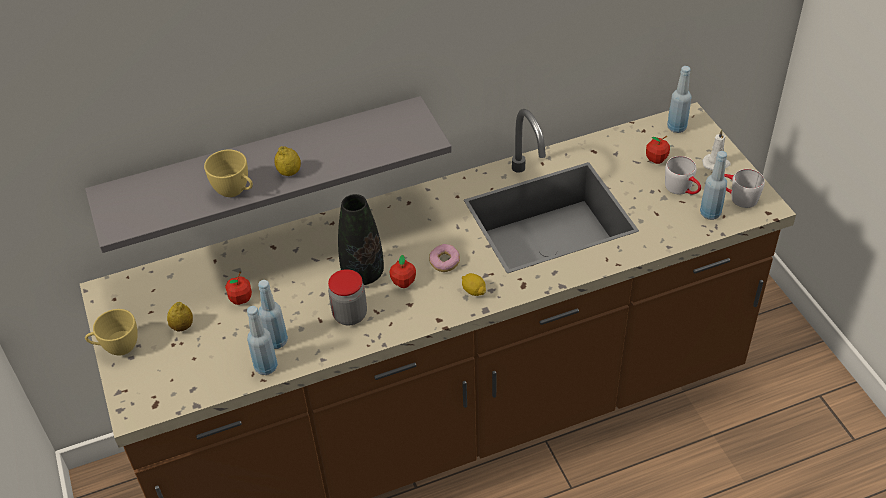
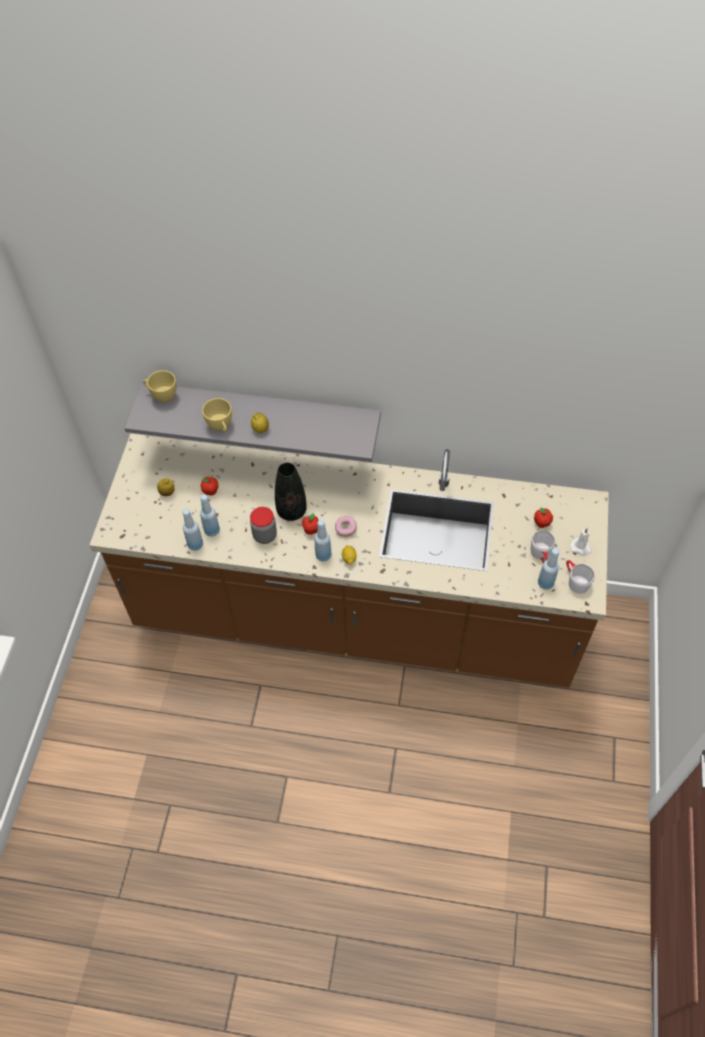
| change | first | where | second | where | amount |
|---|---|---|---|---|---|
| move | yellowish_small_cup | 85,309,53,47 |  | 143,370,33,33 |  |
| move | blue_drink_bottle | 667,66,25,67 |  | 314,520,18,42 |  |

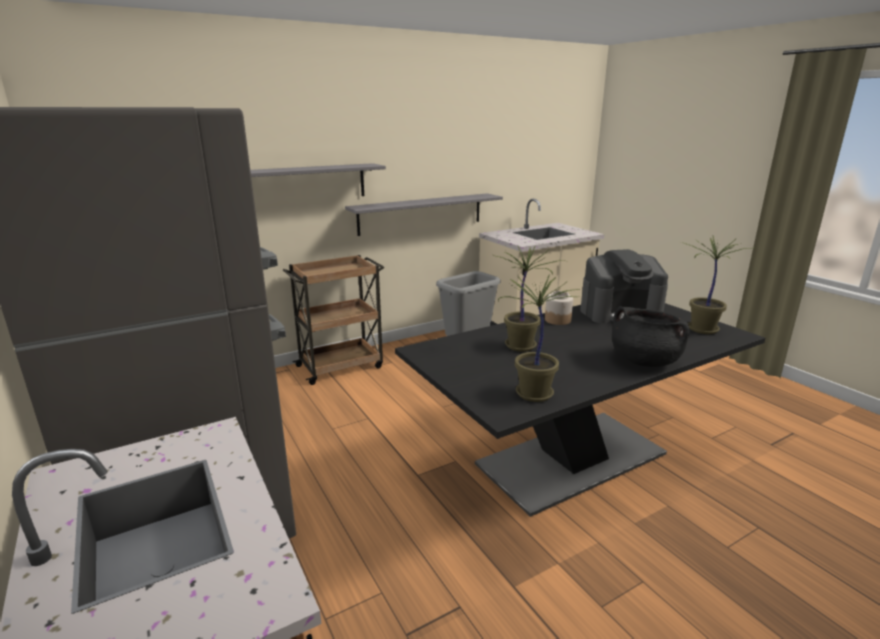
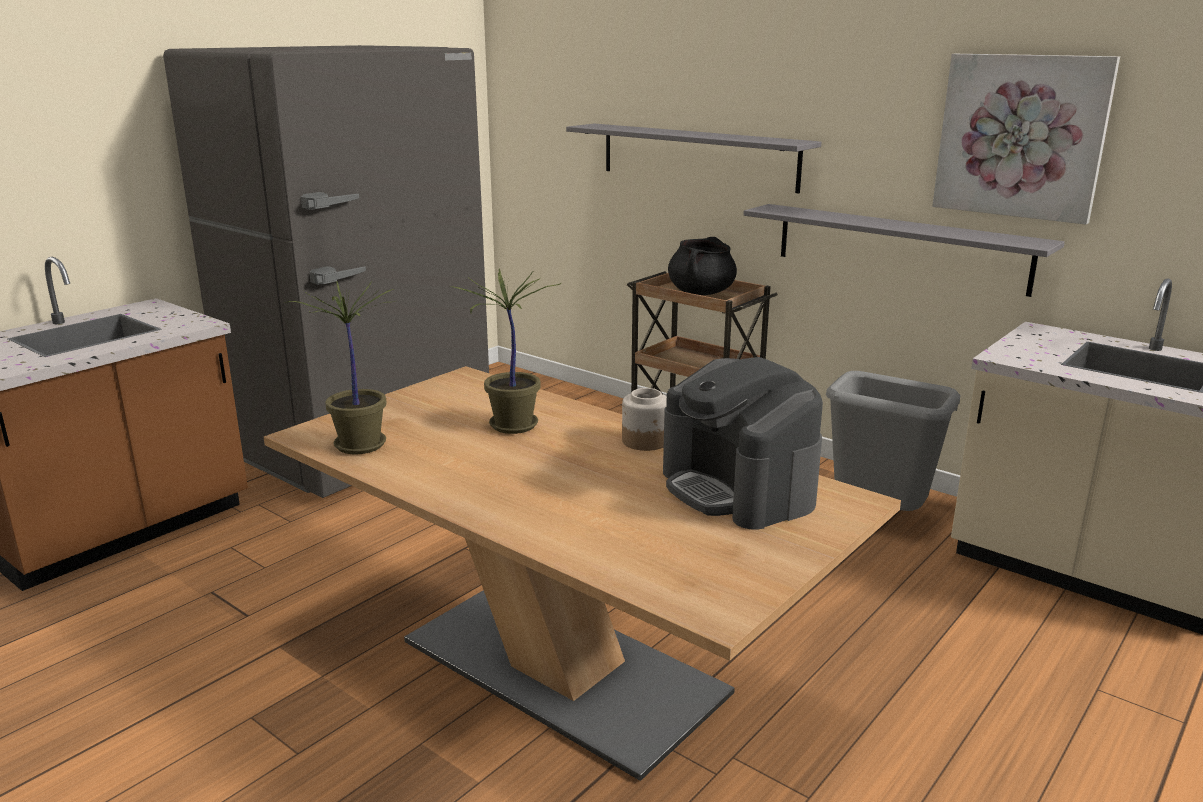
| change | first | where | second | where | amount |
|---|---|---|---|---|---|
| delete | houseplant | 681,236,74,98 |  |  |  |
| insert |  |  | picture | 932,54,188,171 |  |
| move | black-coloured_cooking_pot | 612,306,77,61 |  | 668,237,69,58 |  |
| recolor | black-coloured_dinner_table | 395,303,370,214 | beige_dinner_table | 264,366,637,415 |  |

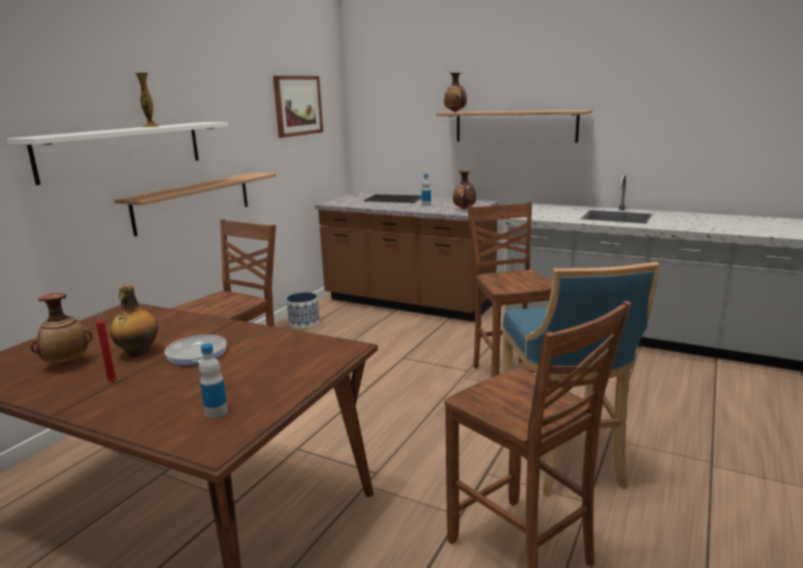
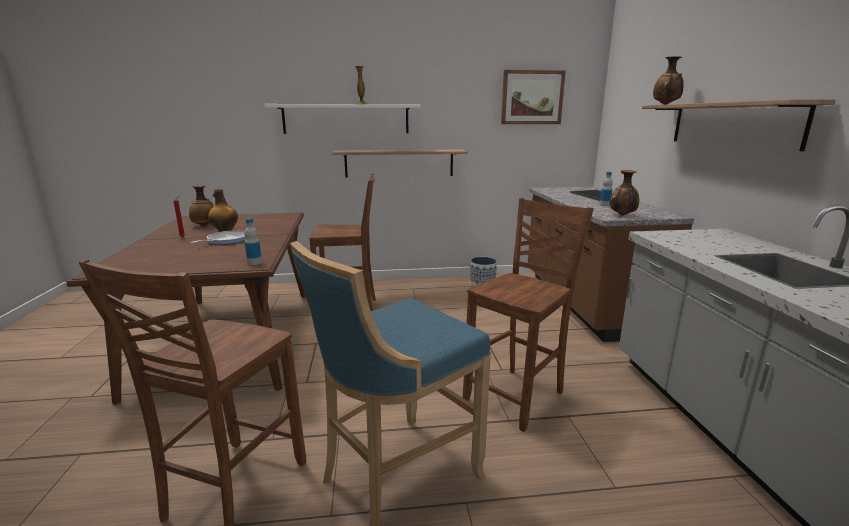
| change | first | where | second | where | amount |
|---|---|---|---|---|---|
| move | drink_bottle | 199,343,29,75 |  | 244,218,18,47 |  |

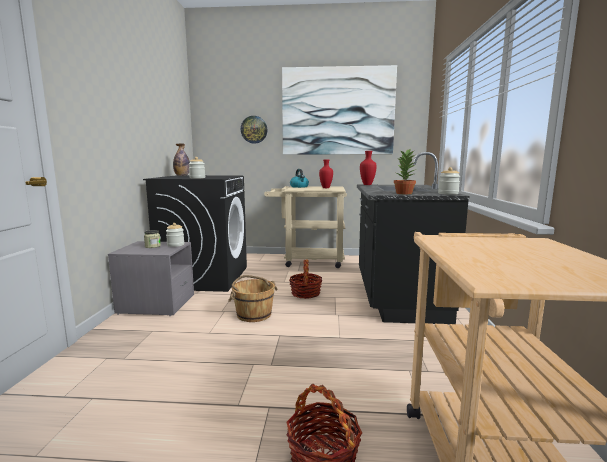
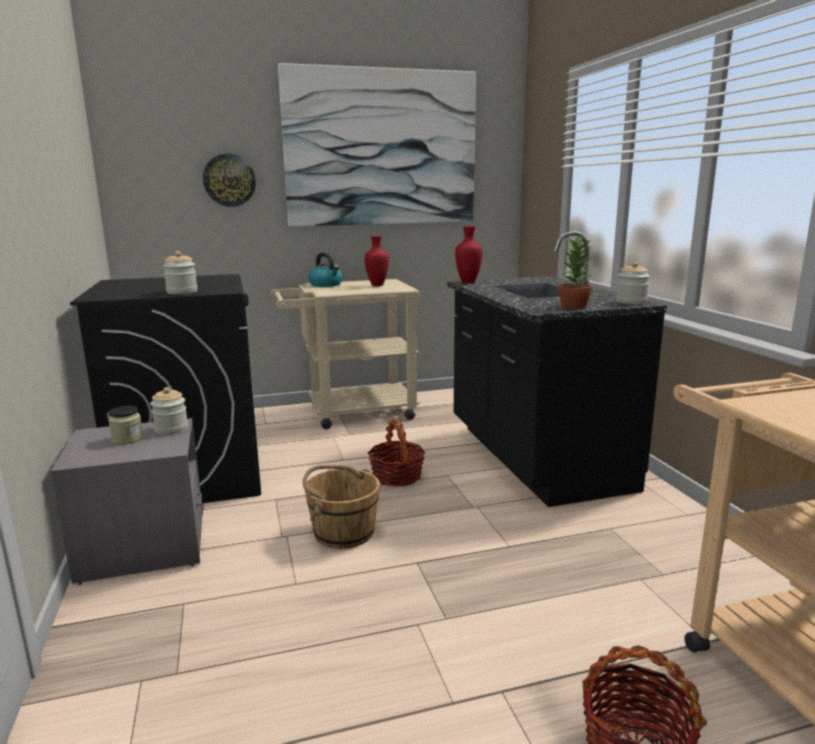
| change | first | where | second | where | amount |
|---|---|---|---|---|---|
| delete | drink_bottle | 173,144,17,32 |  |  |  |

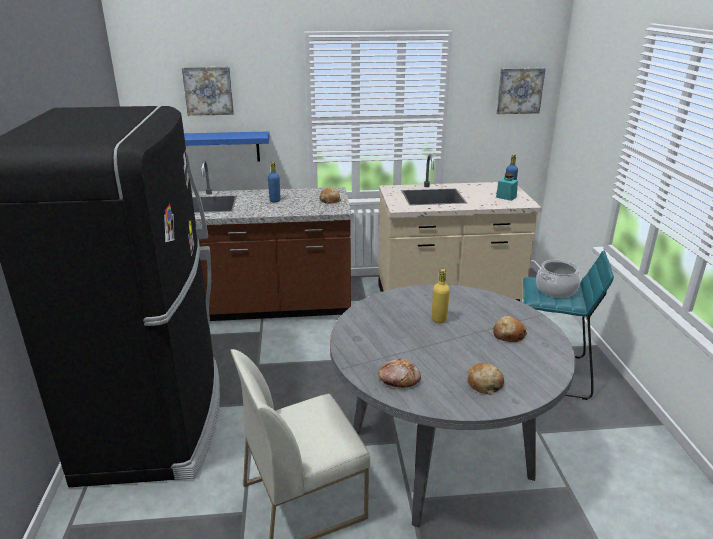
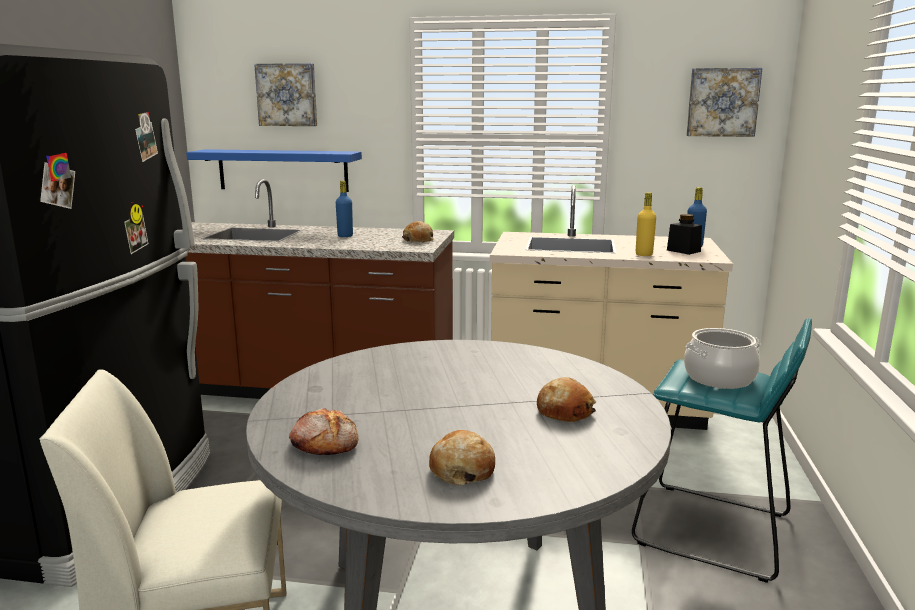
| change | first | where | second | where | amount |
|---|---|---|---|---|---|
| move | yellowish_drink_bottle | 432,269,18,54 |  | 636,192,20,64 |  |
| recolor | turquoise_jar | 496,173,22,28 | black-coloured_jar | 667,214,35,41 |  |

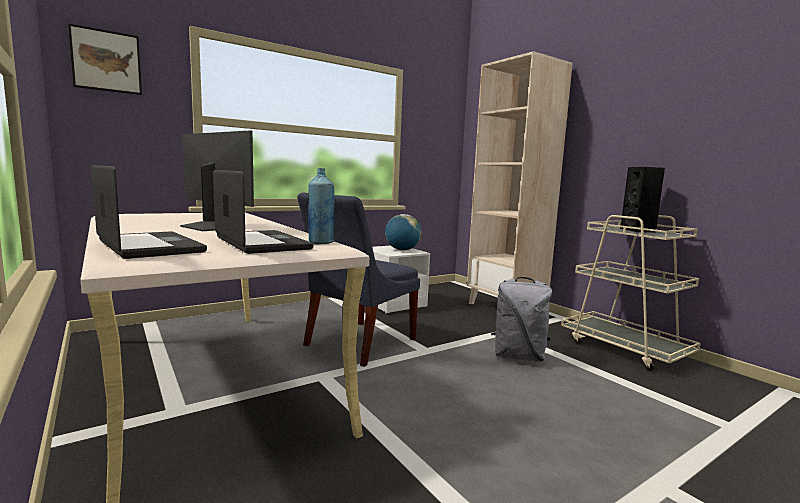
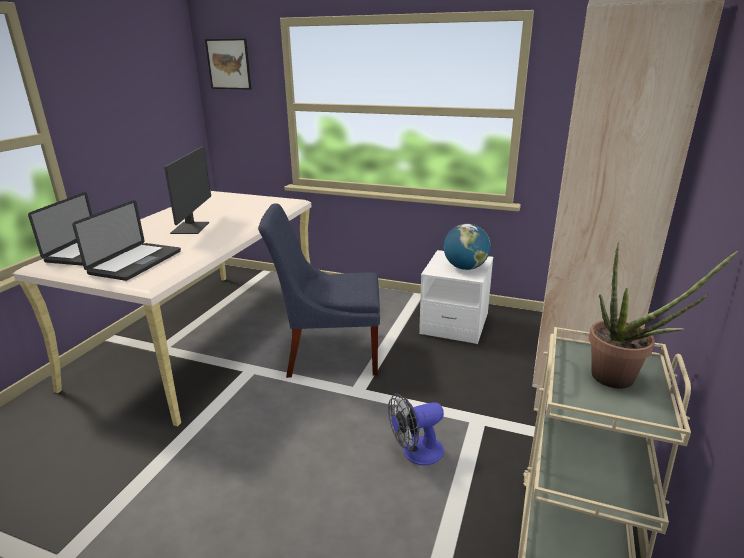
| change | first | where | second | where | amount |
|---|---|---|---|---|---|
| delete | blue_drink_bottle | 308,168,27,76 |  |  |  |
| replace | greyish_knapsack | 491,277,61,84 | cooling_fan | 388,393,56,72 |  |
| replace | black-coloured_audio_speaker | 620,167,45,65 | houseplant | 589,242,149,147 |  |

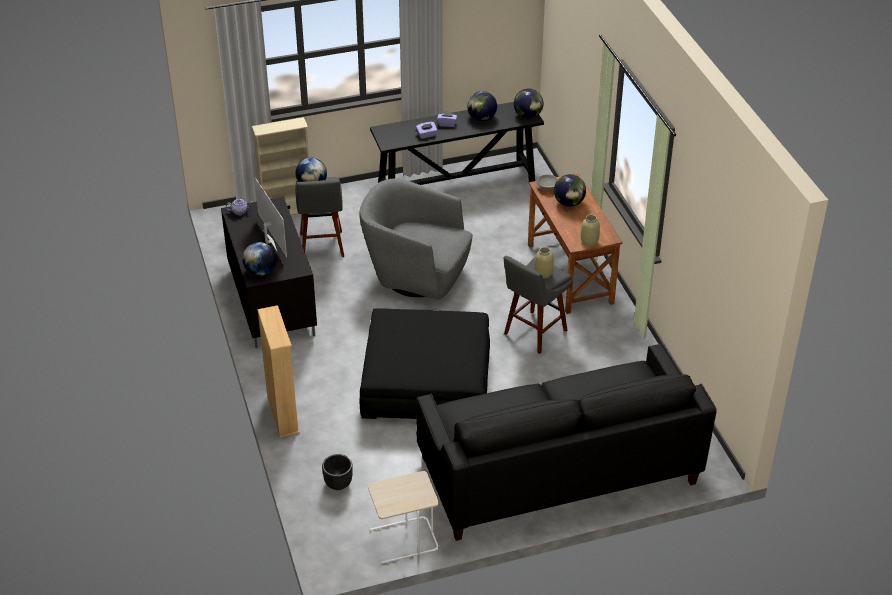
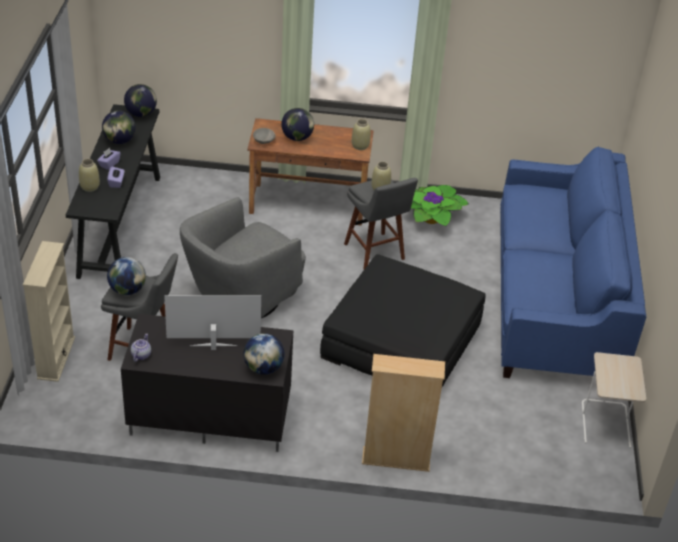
| change | first | where | second | where | amount |
|---|---|---|---|---|---|
| delete | black-coloured_flower_pot | 322,454,31,36 |  |  |  |
| insert |  |  | beige_decorative_vase | 79,159,21,33 |  |
| insert |  |  | houseplant | 411,185,58,41 |  |
| recolor | black-coloured_settee | 416,343,301,198 | blue_settee | 500,147,146,231 |  |

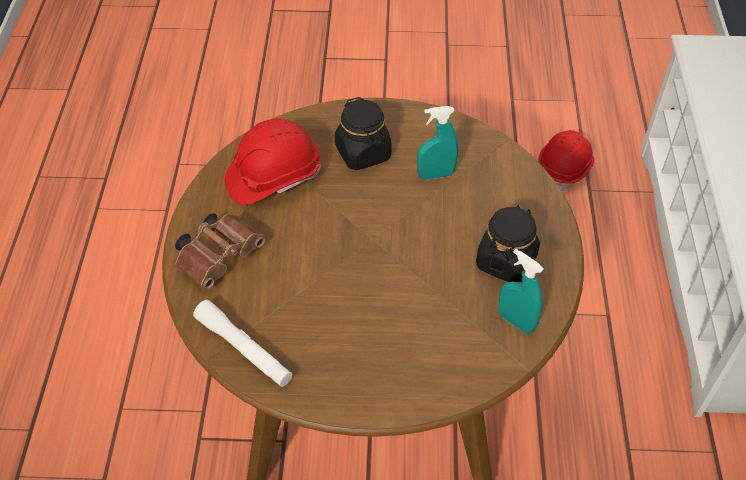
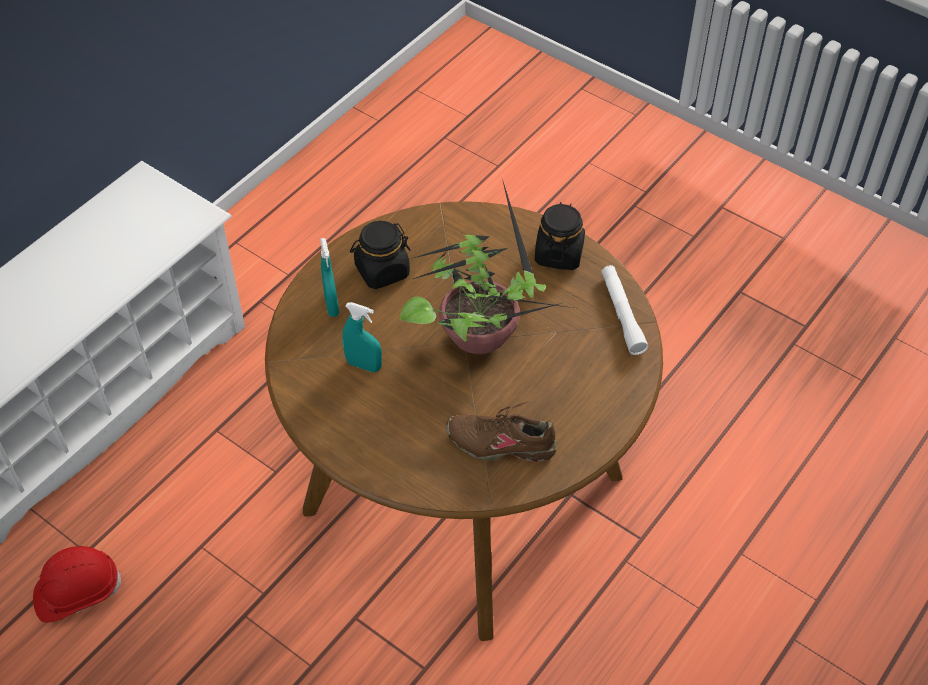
| change | first | where | second | where | amount |
|---|---|---|---|---|---|
| delete | brown_field_glasses | 175,213,90,77 |  |  |  |
| insert |  |  | houseplant | 399,179,174,175 |  |
| move | black-coloured_jar | 335,97,57,73 |  | 535,202,50,68 |  |
| move | turquoise_spray_bottle | 499,249,45,85 |  | 320,238,19,79 |  |
| replace | red_hard_hat | 225,119,95,86 | brown_low_shoe | 446,401,112,61 |  |

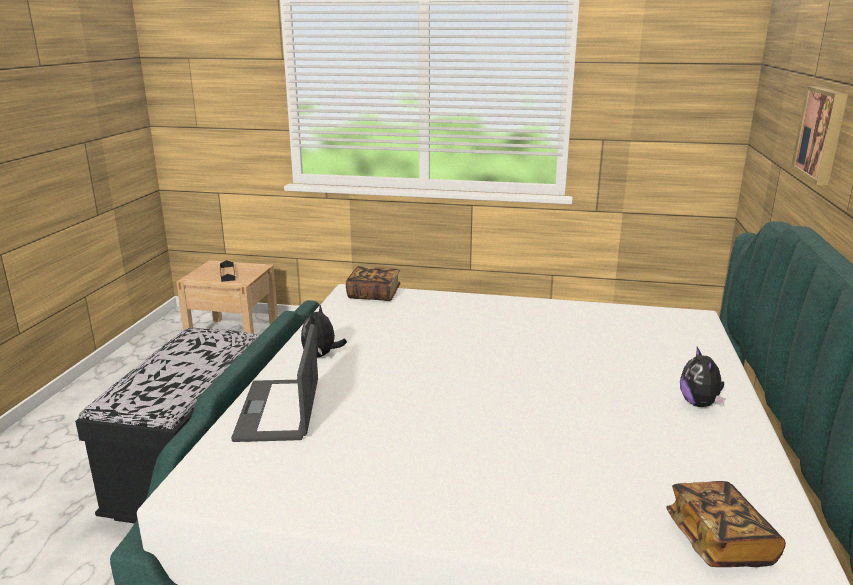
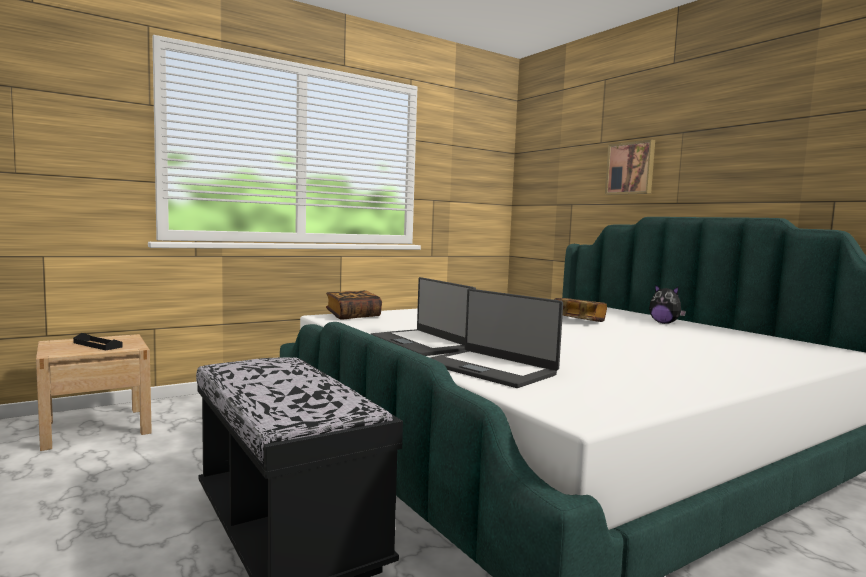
| change | first | where | second | where | amount |
|---|---|---|---|---|---|
| move | volume | 666,481,120,86 |  | 554,298,53,24 |  |
| replace | plush_toy | 301,305,46,52 | portable_computer | 371,277,105,79 |  |

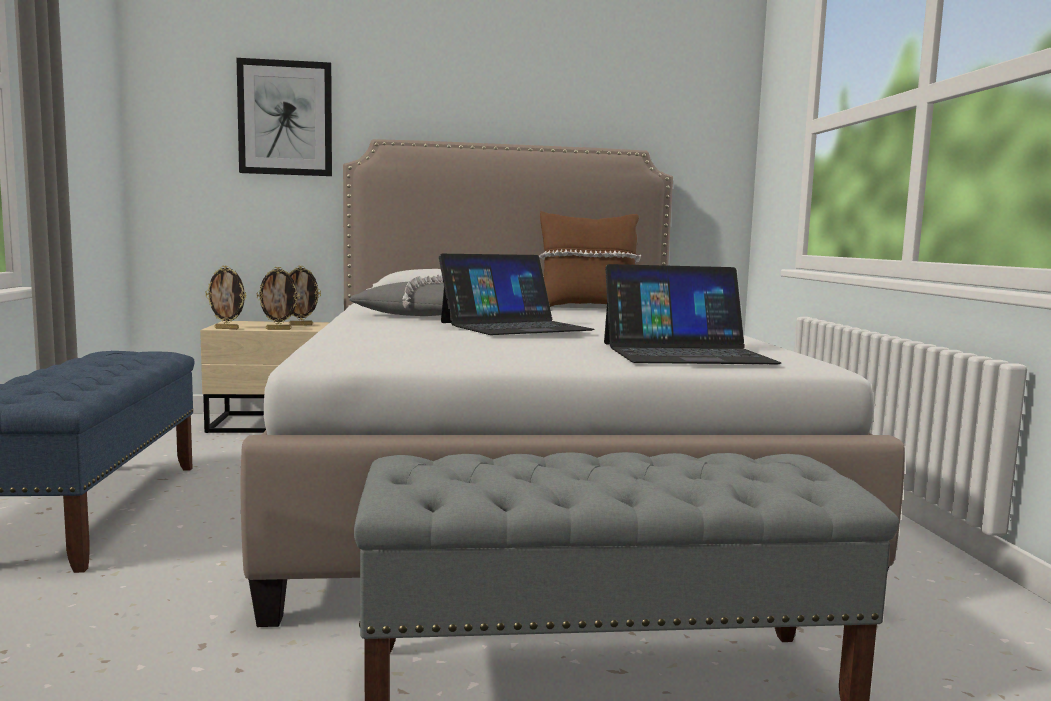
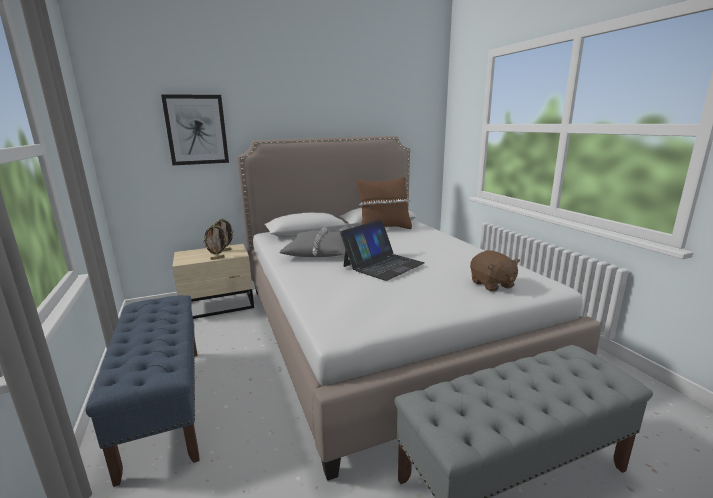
| change | first | where | second | where | amount |
|---|---|---|---|---|---|
| delete | photo_frame | 205,265,42,64 |  |  |  |
| replace | portable_computer | 604,264,178,100 | brown_plush_toy | 470,250,50,42 |  |

